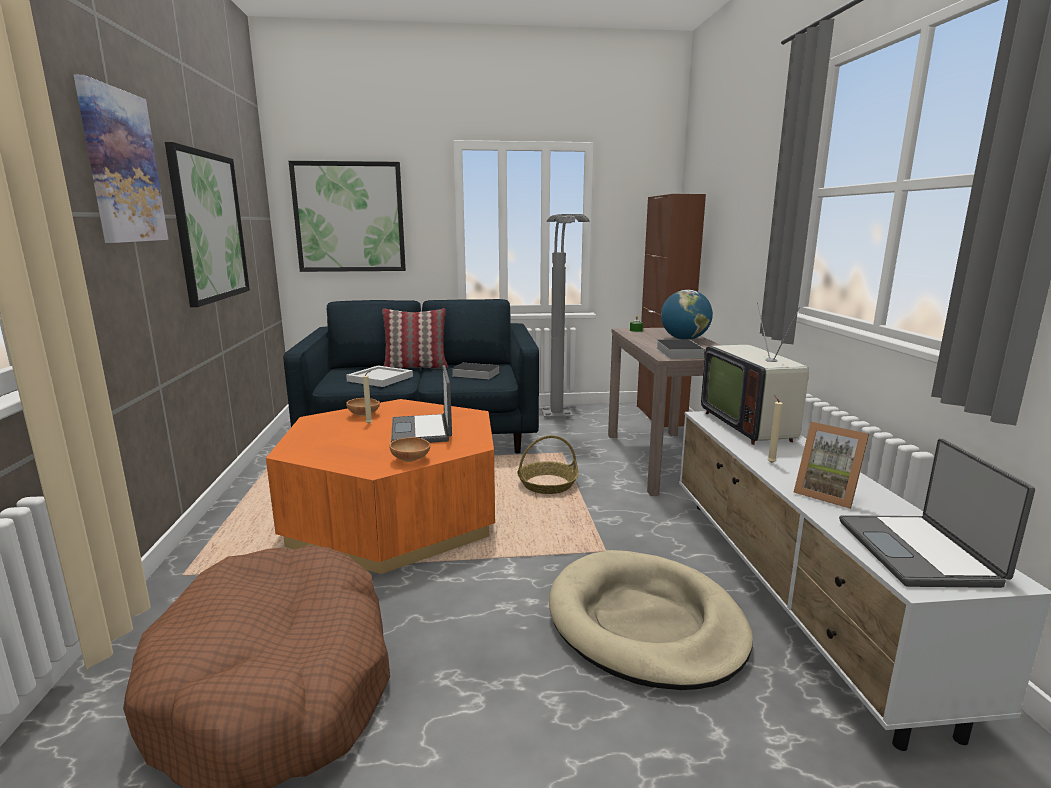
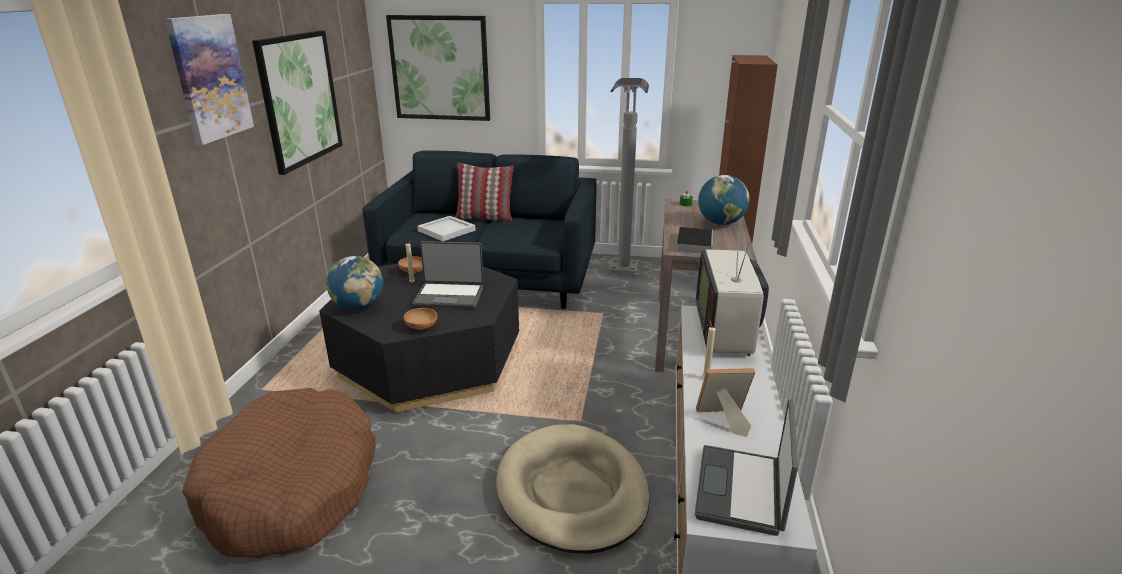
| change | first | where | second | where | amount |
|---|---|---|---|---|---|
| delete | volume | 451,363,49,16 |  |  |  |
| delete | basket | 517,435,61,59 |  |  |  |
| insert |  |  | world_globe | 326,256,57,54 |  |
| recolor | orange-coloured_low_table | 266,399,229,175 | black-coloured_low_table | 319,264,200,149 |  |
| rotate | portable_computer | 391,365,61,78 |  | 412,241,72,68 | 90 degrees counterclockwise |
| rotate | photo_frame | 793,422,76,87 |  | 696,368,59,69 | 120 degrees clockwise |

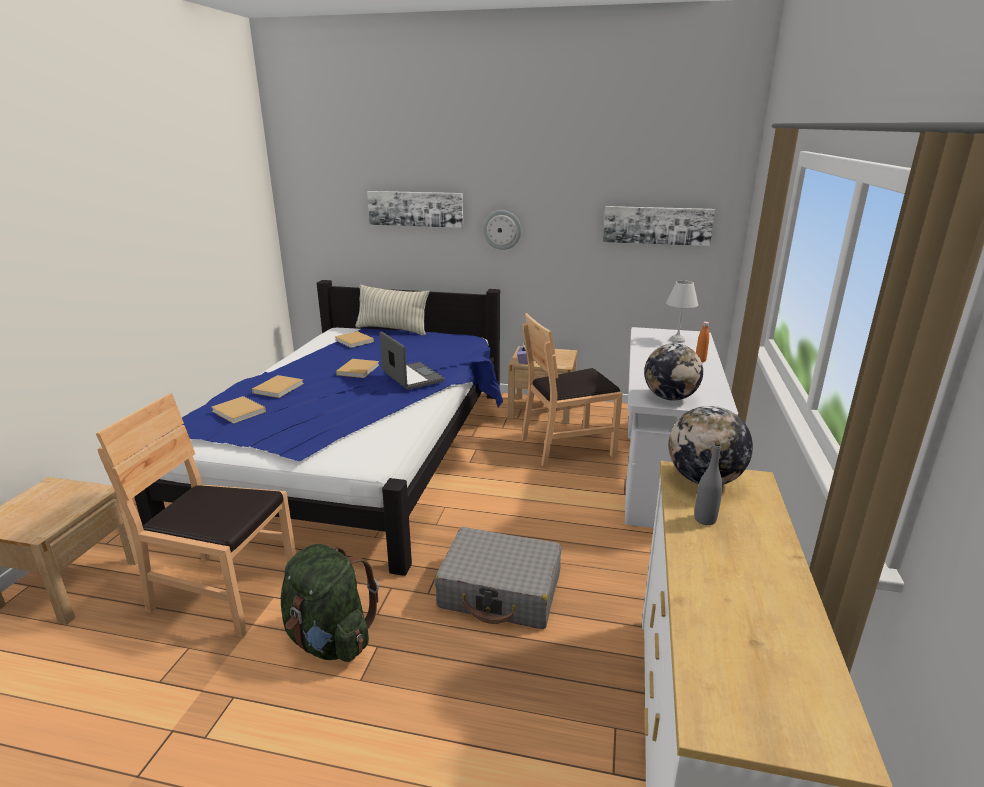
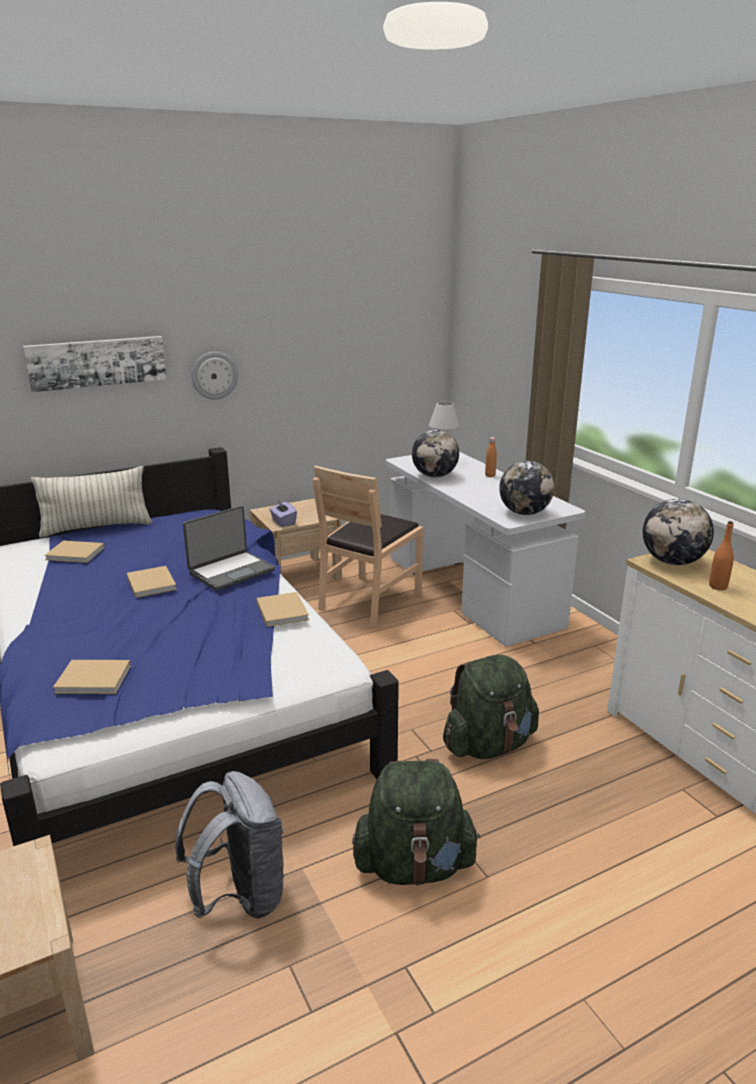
| change | first | where | second | where | amount |
|---|---|---|---|---|---|
| delete | picture | 603,206,112,40 |  |  |  |
| insert |  |  | world_globe | 412,429,47,48 |  |
| move | beige_volume | 252,375,52,23 |  | 256,592,53,35 |  |
| replace | brown_chair | 96,393,200,245 | greyish_knapsack | 175,771,111,148 |  |
| replace | greyish_piece_of_luggage | 434,527,127,102 | green_knapsack | 443,655,96,104 |  |
| recolor | greyish_drink_bottle | 694,442,29,83 | orange-coloured_drink_bottle | 709,521,25,69 |  |
| rotate | portable_computer | 379,331,66,59 |  | 183,506,92,85 | 120 degrees clockwise |

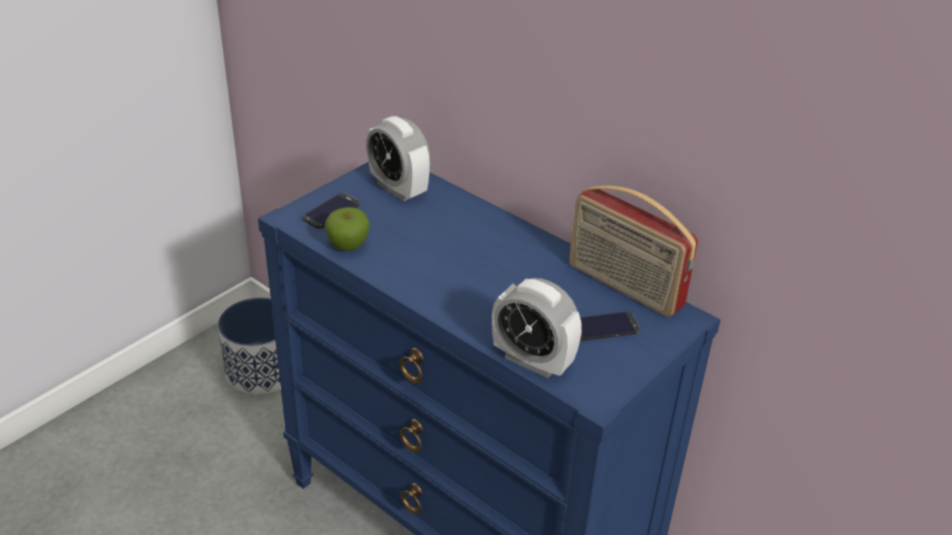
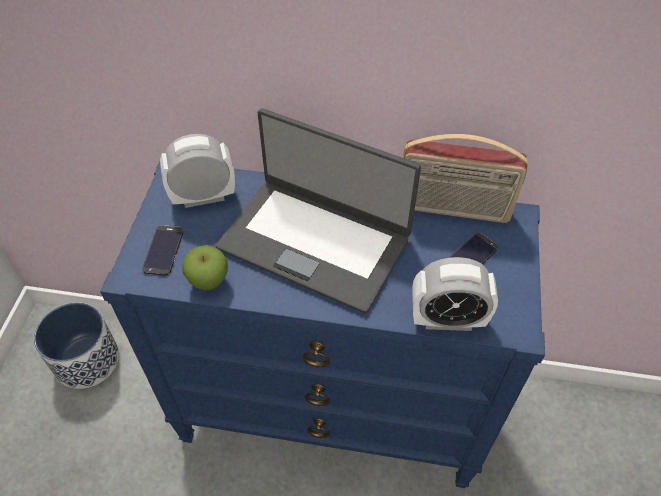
| change | first | where | second | where | amount |
|---|---|---|---|---|---|
| insert |  |  | portable_computer | 216,109,205,205 |  |
| rotate | table_clock | 366,116,64,85 |  | 160,134,75,74 | 150 degrees clockwise |

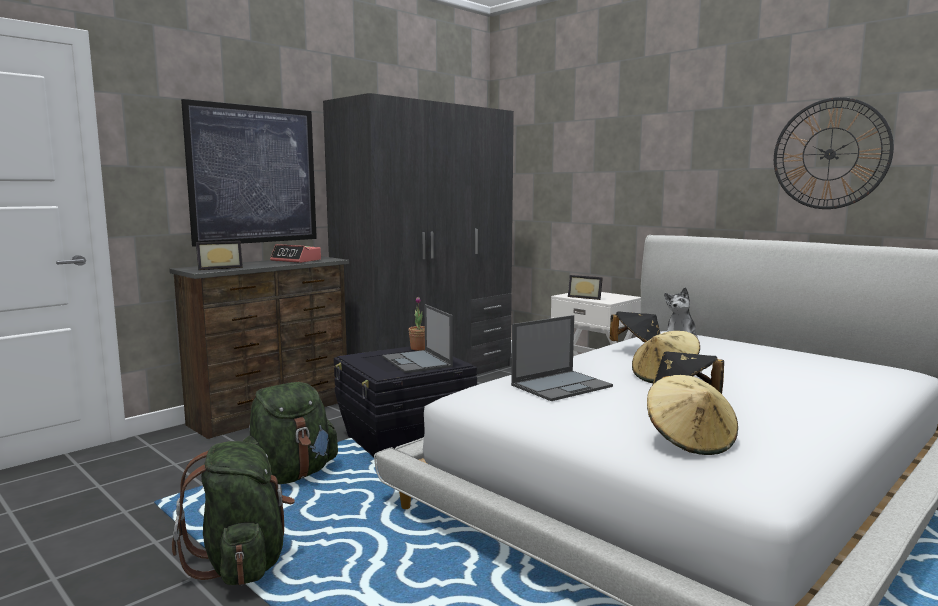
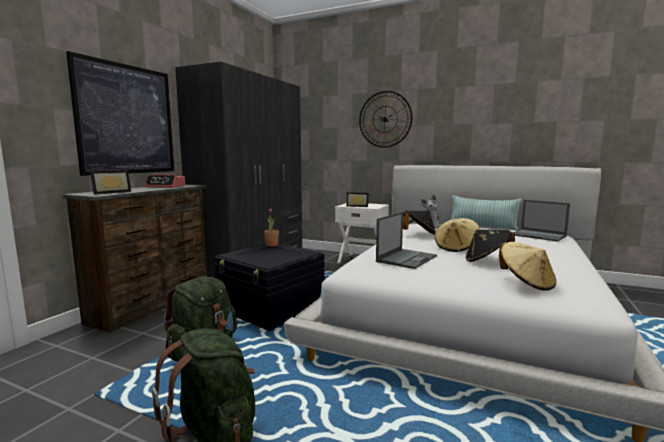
| change | first | where | second | where | amount |
|---|---|---|---|---|---|
| insert |  |  | pillow | 450,195,72,36 |  |
| move | portable_computer | 382,304,71,69 |  | 514,200,56,42 |  |
| move | clock_on_the_wall | 774,97,120,112 |  | 359,91,53,57 |  |

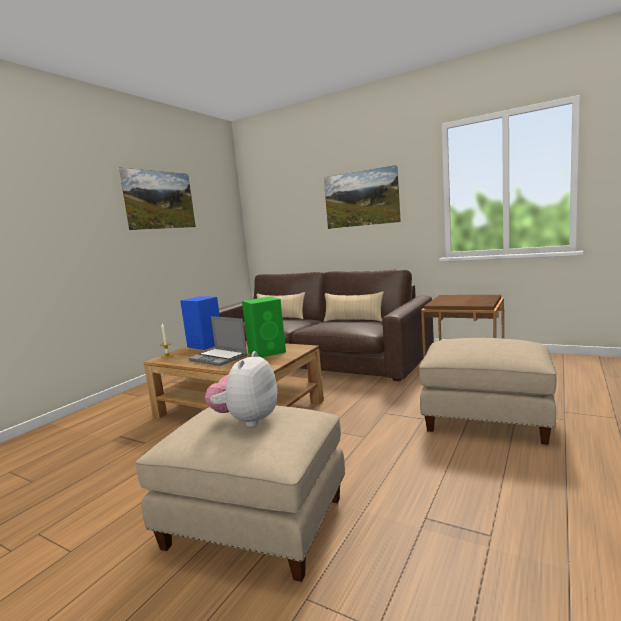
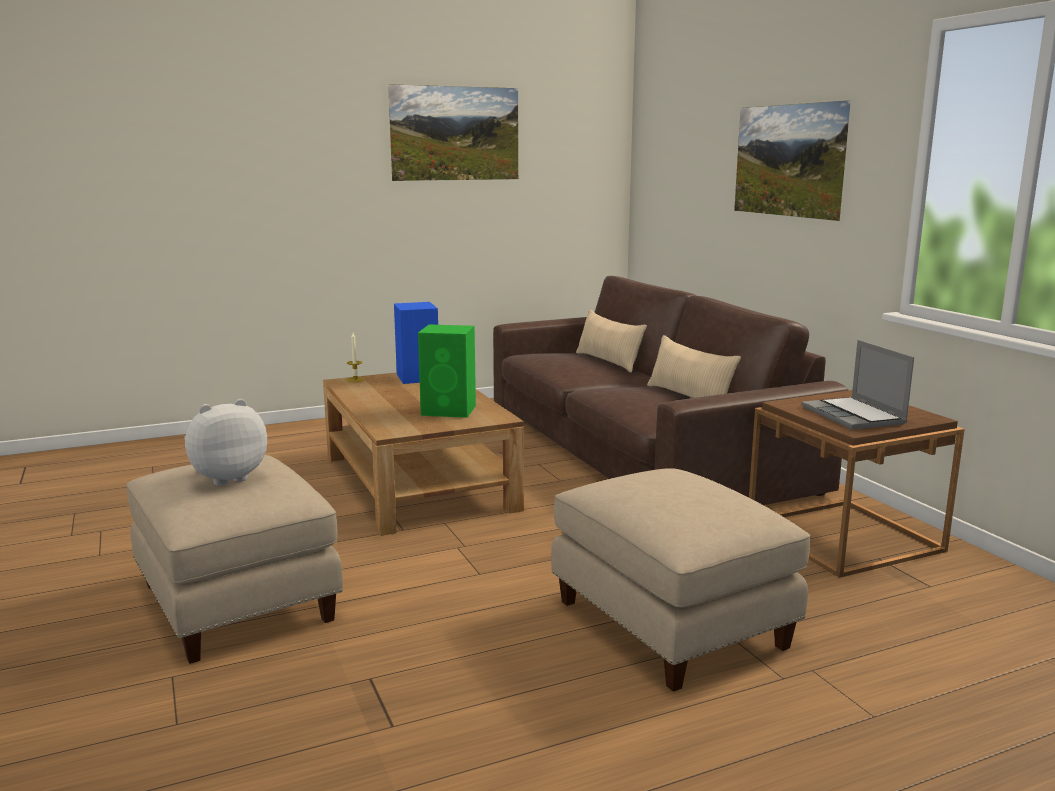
| change | first | where | second | where | amount |
|---|---|---|---|---|---|
| move | portable_computer | 189,316,58,50 |  | 802,340,112,90 |  |

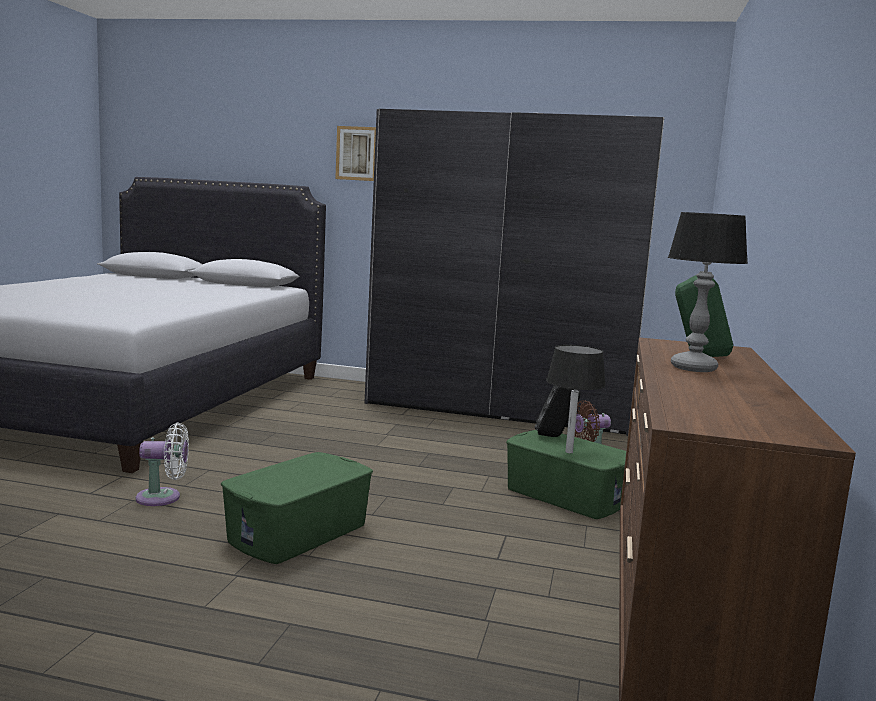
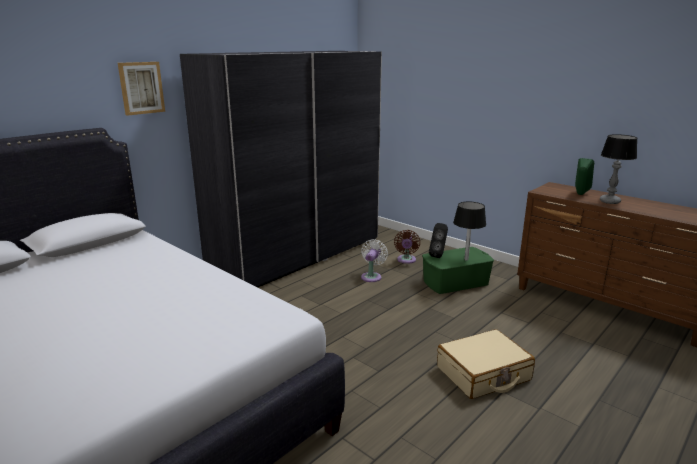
| change | first | where | second | where | amount |
|---|---|---|---|---|---|
| move | white-coloured_cooling_fan | 136,423,53,83 |  | 361,239,27,43 |  |
| replace | green_storage_bin | 221,452,152,112 | beige_piece_of_luggage | 437,329,98,70 |  |

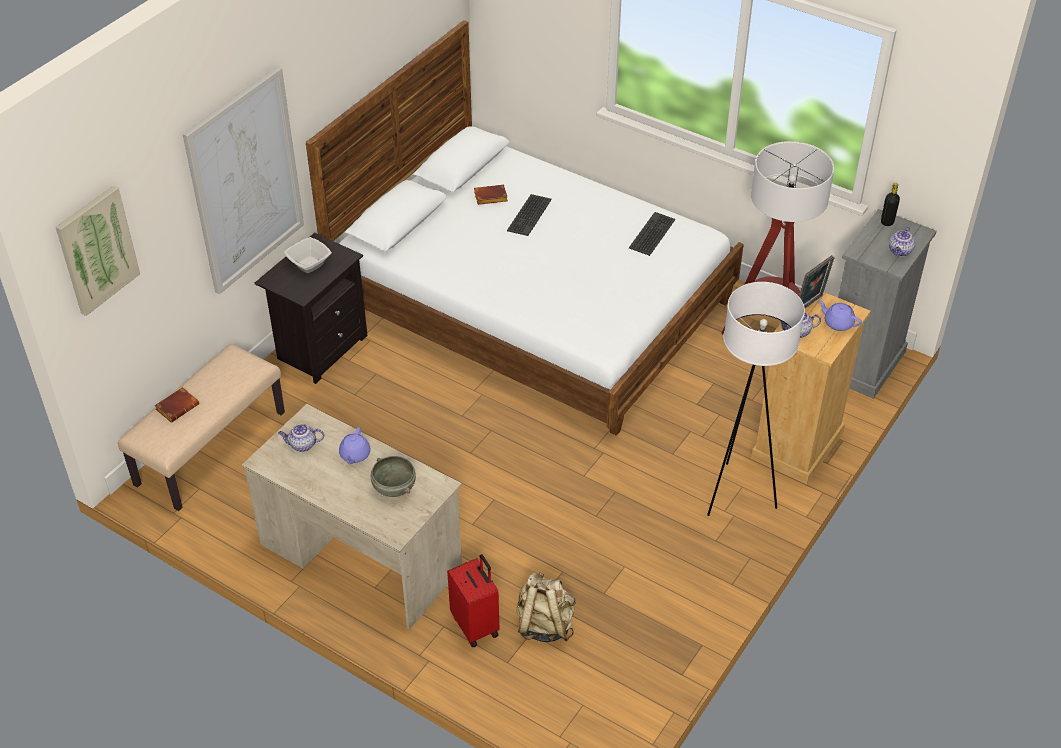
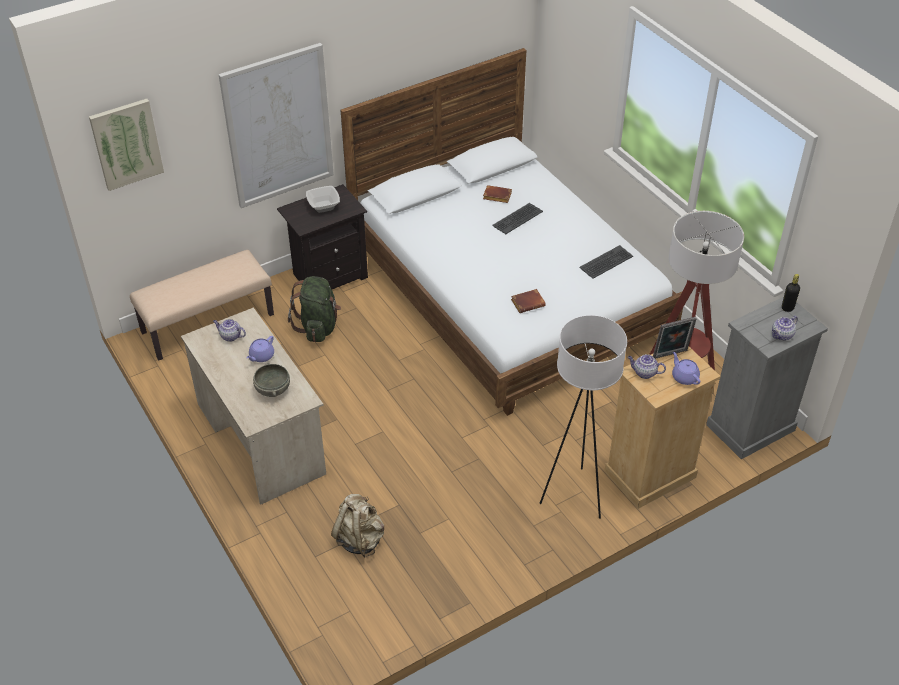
| change | first | where | second | where | amount |
|---|---|---|---|---|---|
| delete | red_piece_of_luggage | 447,554,53,93 |  |  |  |
| insert |  |  | green_knapsack | 288,276,53,66 |  |
| move | brown_volume | 155,387,44,36 |  | 511,289,35,24 |  |

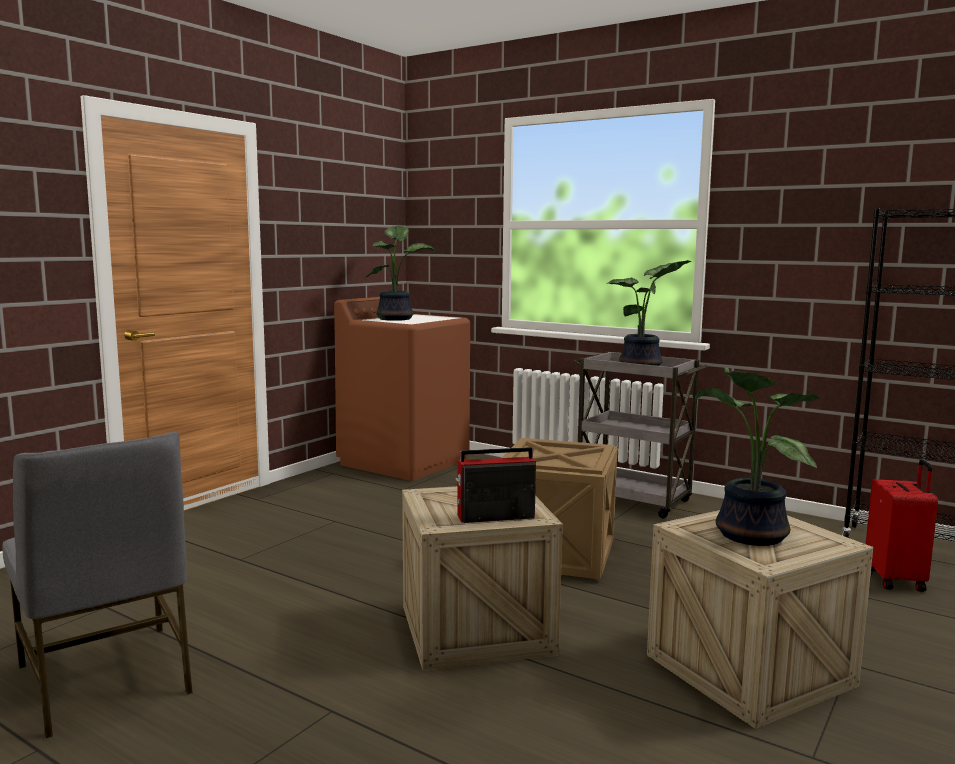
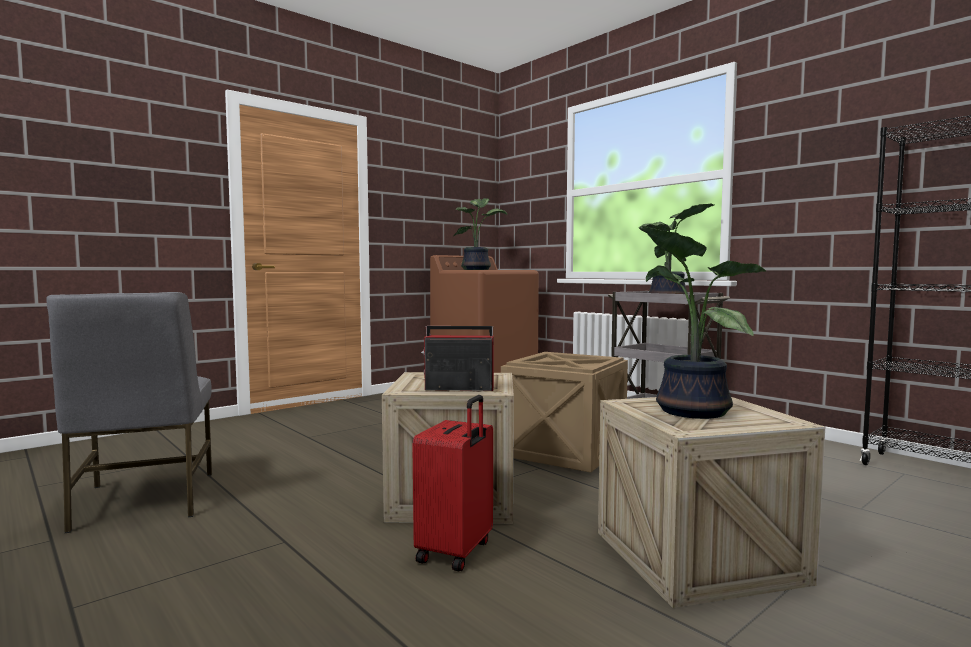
| change | first | where | second | where | amount |
|---|---|---|---|---|---|
| move | red_piece_of_luggage | 866,459,72,133 |  | 412,395,81,176 |  |

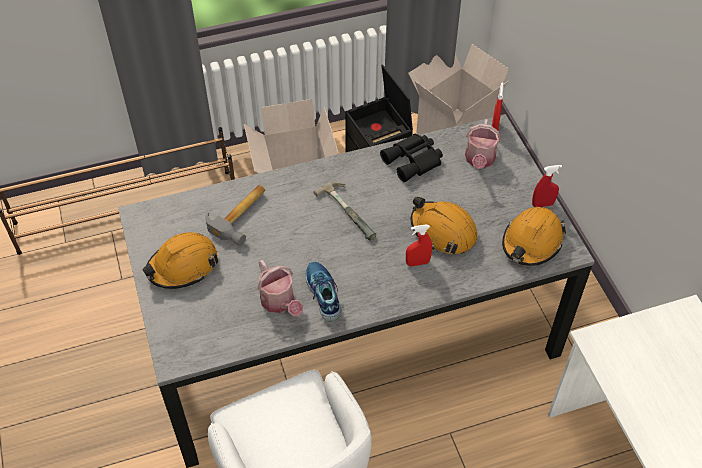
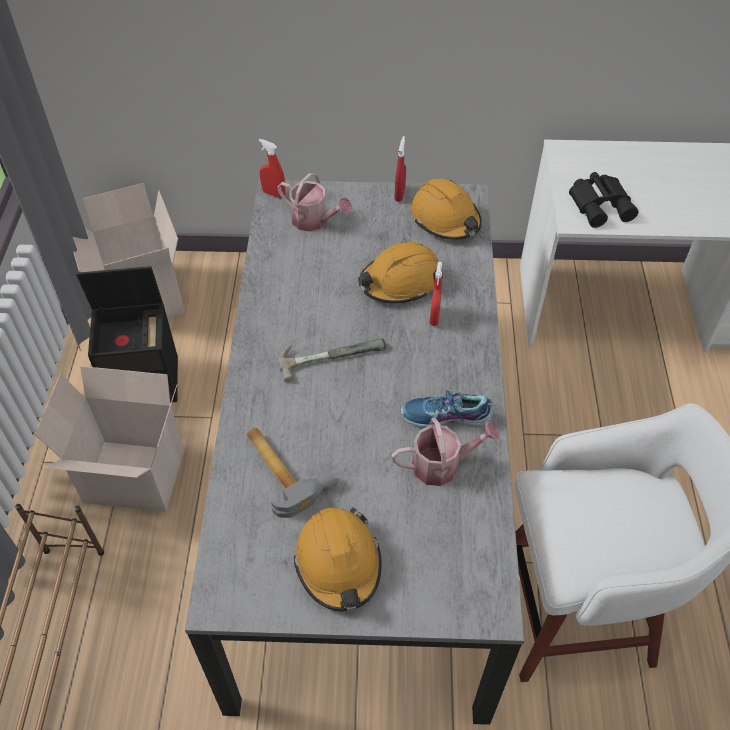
| change | first | where | second | where | amount |
|---|---|---|---|---|---|
| move | black-coloured_field_glasses | 380,134,63,48 |  | 569,172,70,56 |  |

